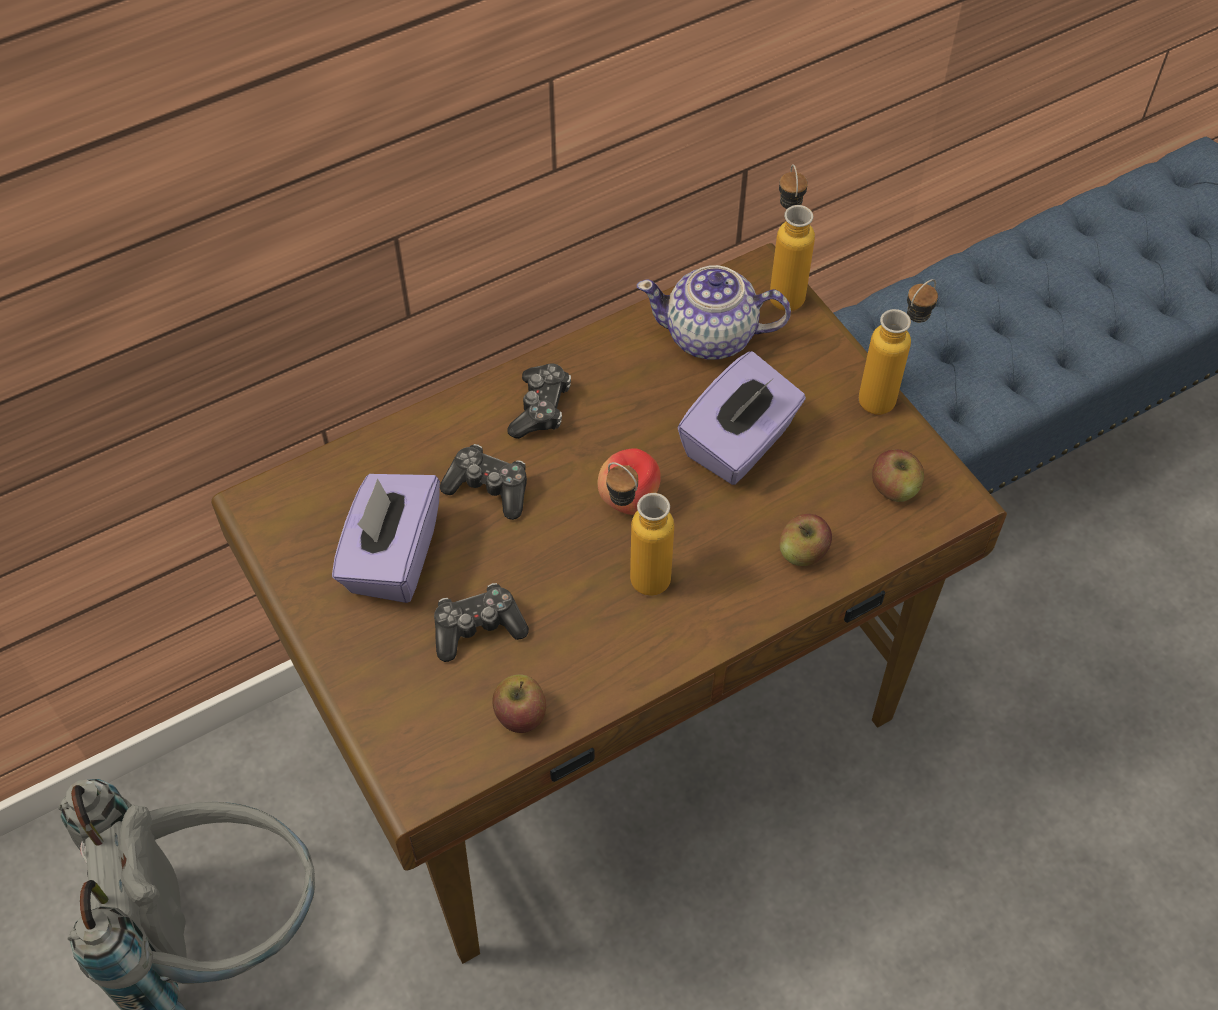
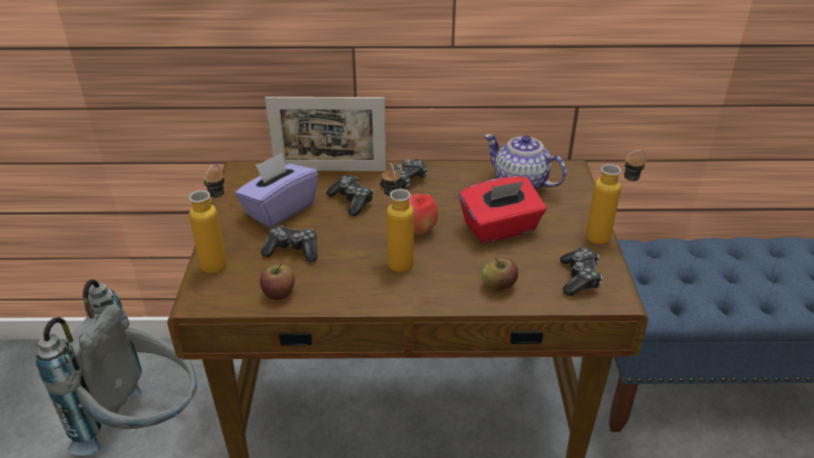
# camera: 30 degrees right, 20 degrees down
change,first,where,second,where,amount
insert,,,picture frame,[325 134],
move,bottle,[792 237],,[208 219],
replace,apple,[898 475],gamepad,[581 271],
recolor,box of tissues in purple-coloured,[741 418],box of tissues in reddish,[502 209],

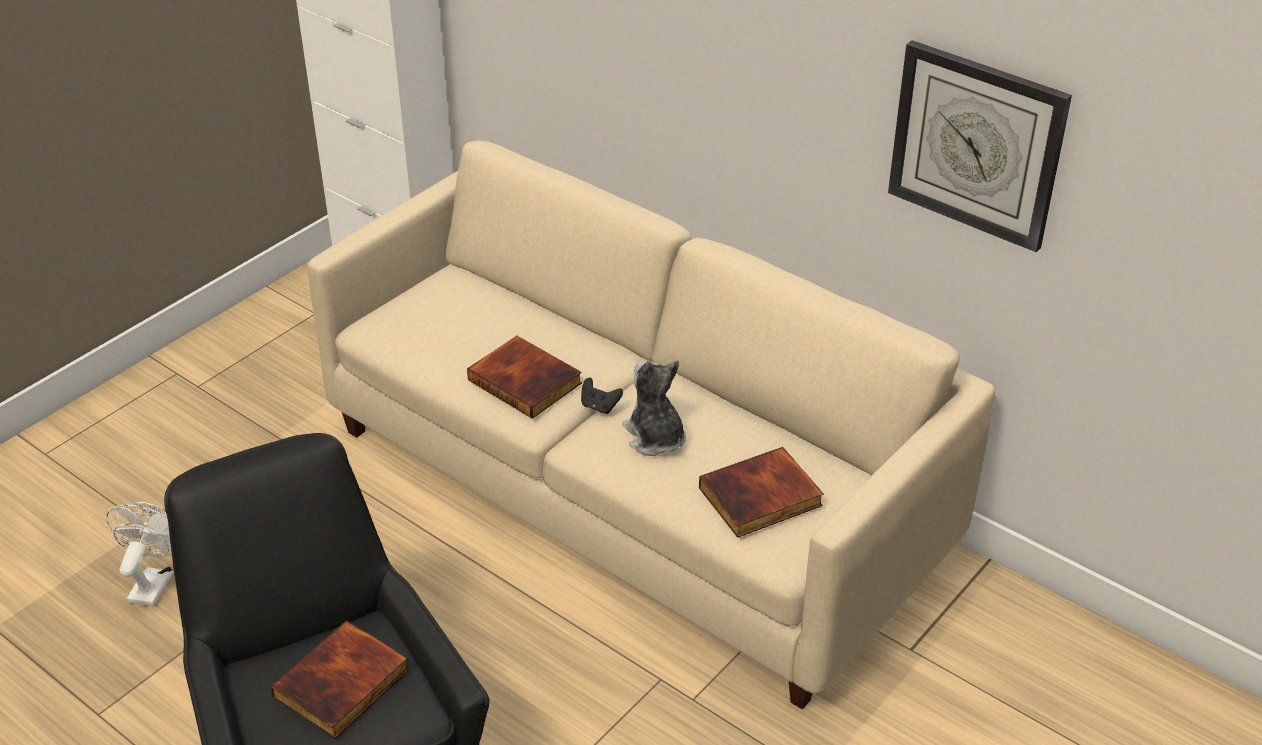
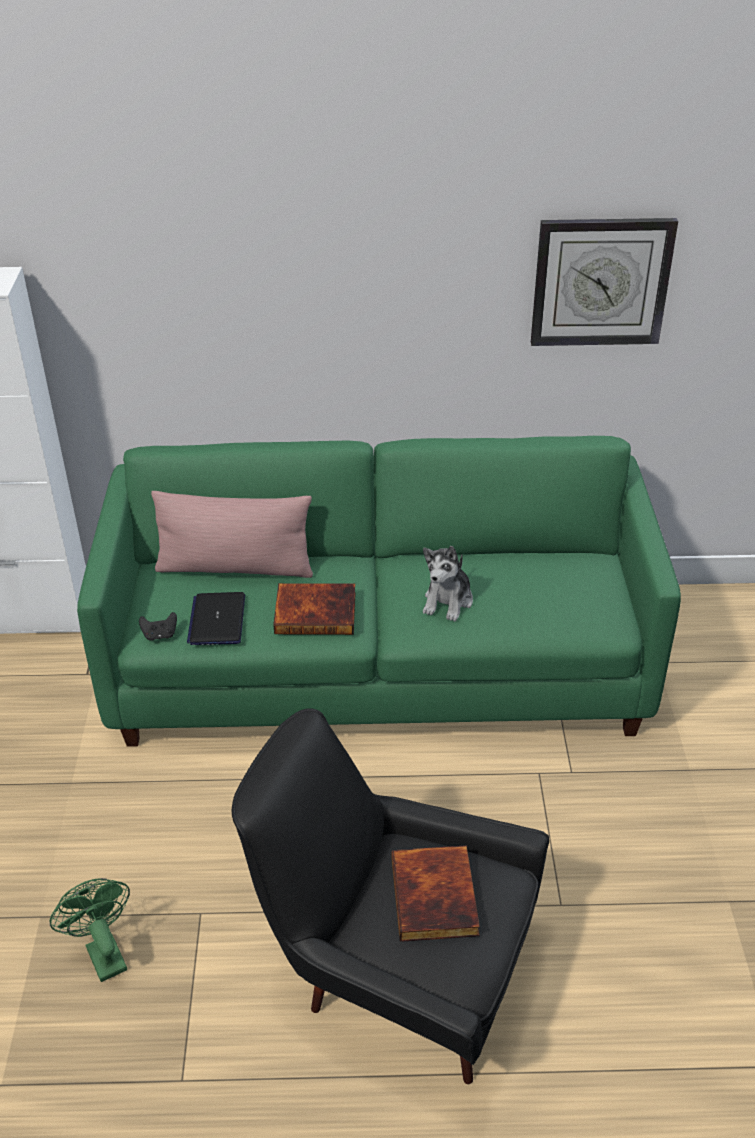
# camera: 40 degrees left, 0 degrees up
change,first,where,second,where,amount
delete,volume,[761 492],,,
insert,,,throw pillow in pinkish,[232 534],
insert,,,laptop,[216 618],
move,gamepad in black,[602 395],,[158 626],
recolor,fan in whitish,[139 554],fan in green-coloured,[90 930],
recolor,settee in sand-coloured,[651 425],settee in green-coloured,[379 591],
rotate,plush toy,[654 408],,[448 584],90 degrees counterclockwise

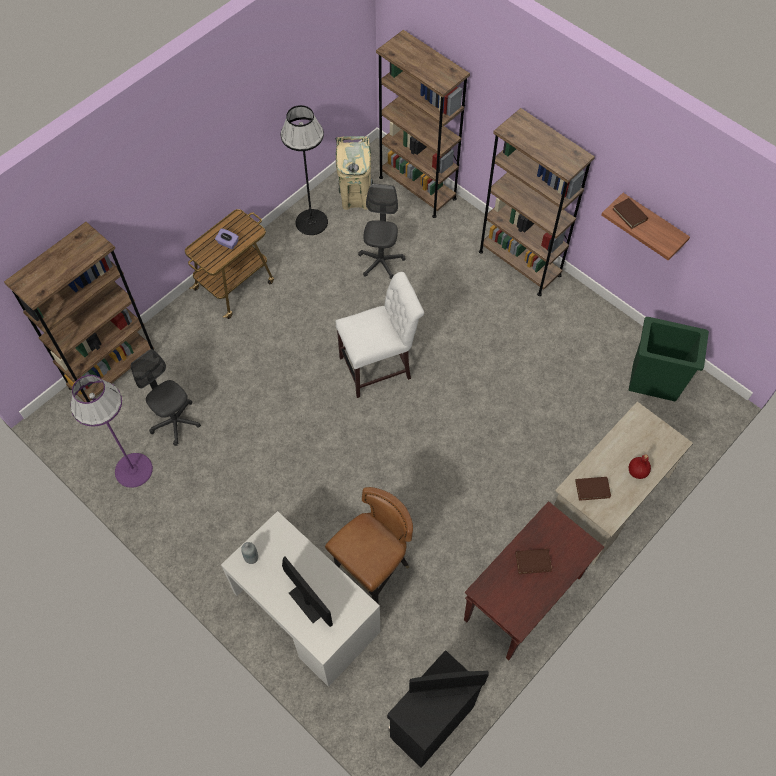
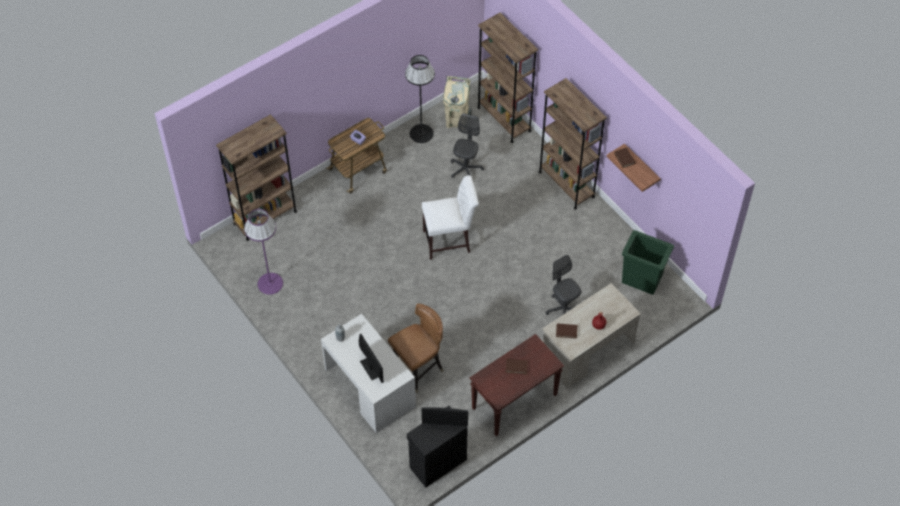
# camera: 10 degrees right, 5 degrees down
change,first,where,second,where,amount
move,desk chair in gray,[166 397],,[563 285],

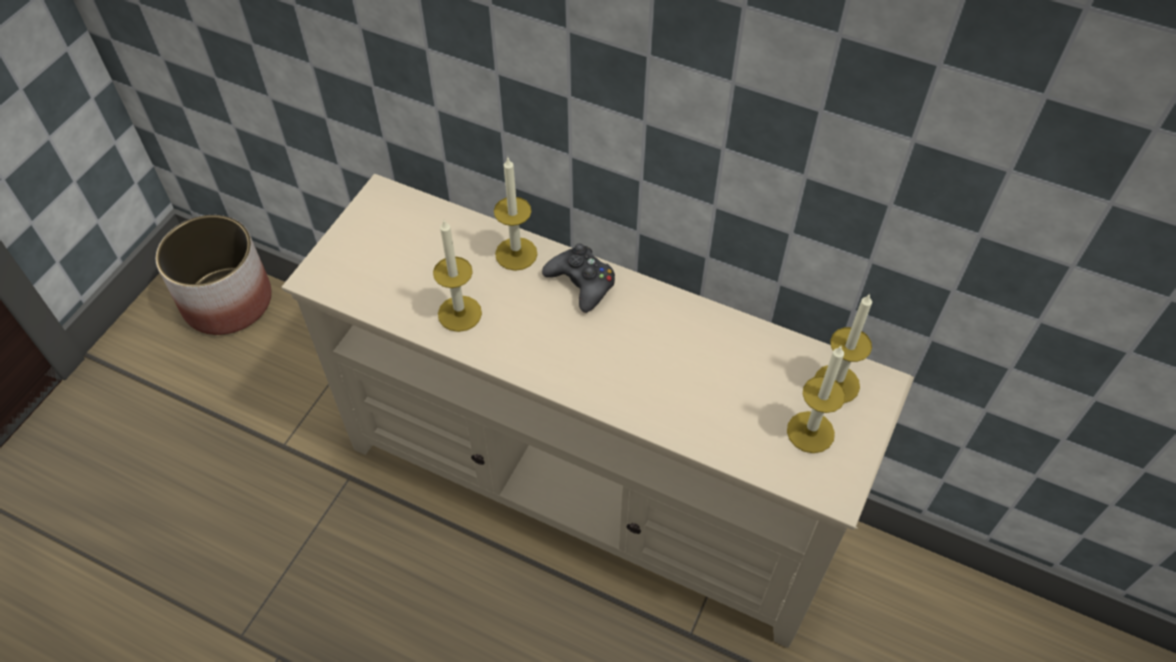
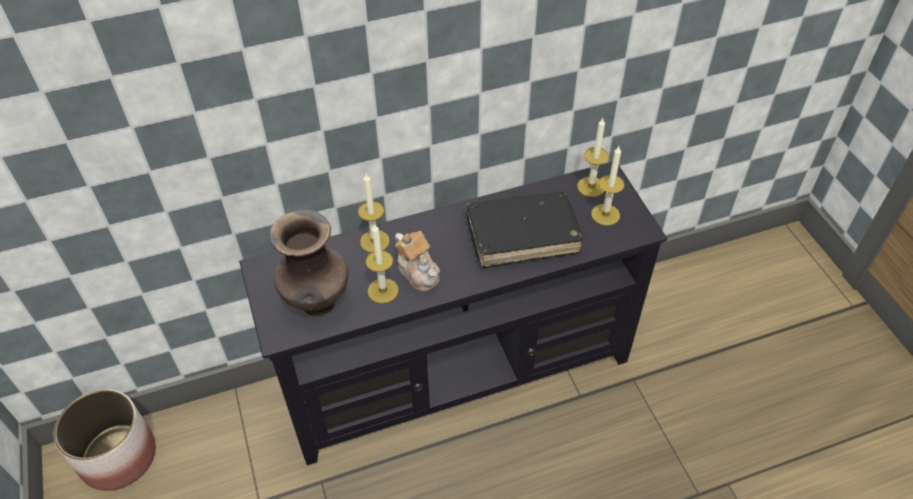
# camera: 45 degrees left, 5 degrees down
change,first,where,second,where,amount
delete,gamepad in black,[578 278],,,
insert,,,decorative vase in brownish,[308 263],
insert,,,tea pot,[417 261],
insert,,,volume in black,[524 230],
recolor,tv stand in sand-coloured,[598 411],tv stand in black,[453 313],

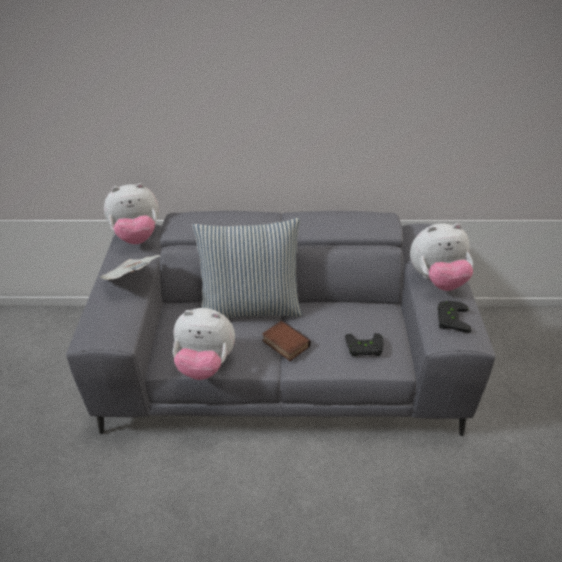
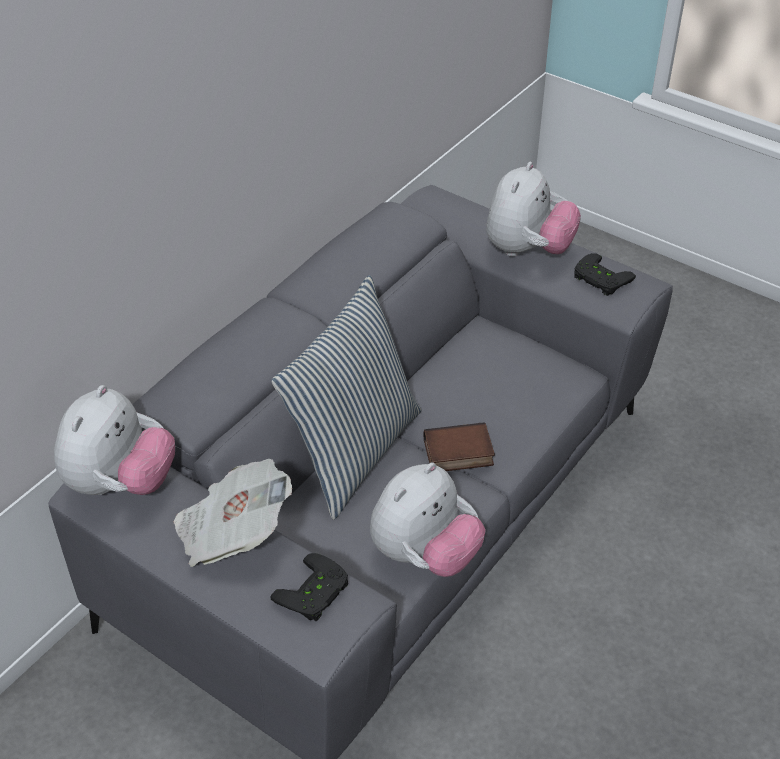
# camera: 55 degrees left, 5 degrees up
change,first,where,second,where,amount
move,gamepad in black,[364 345],,[309 587],

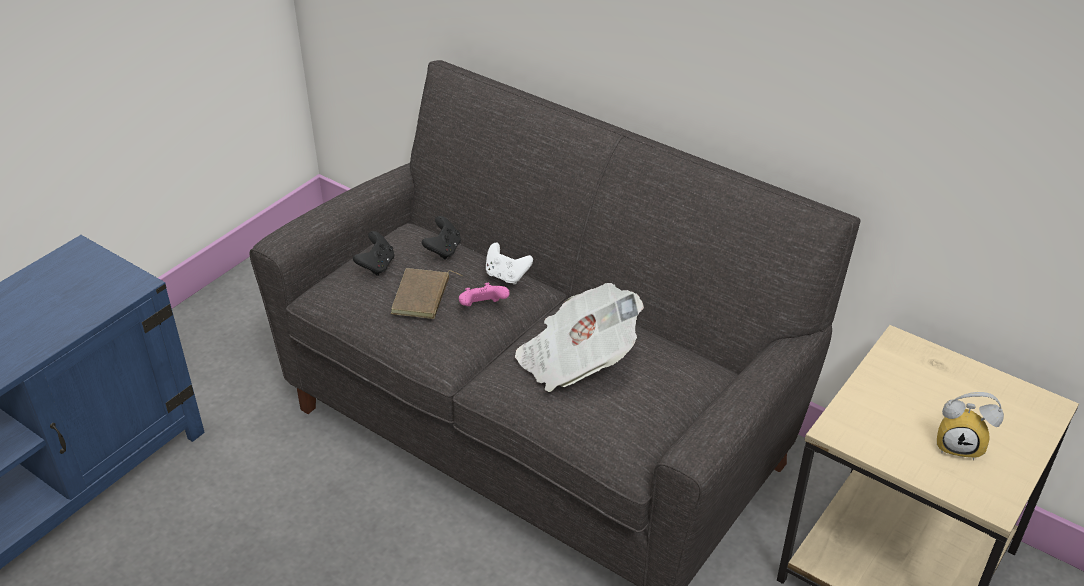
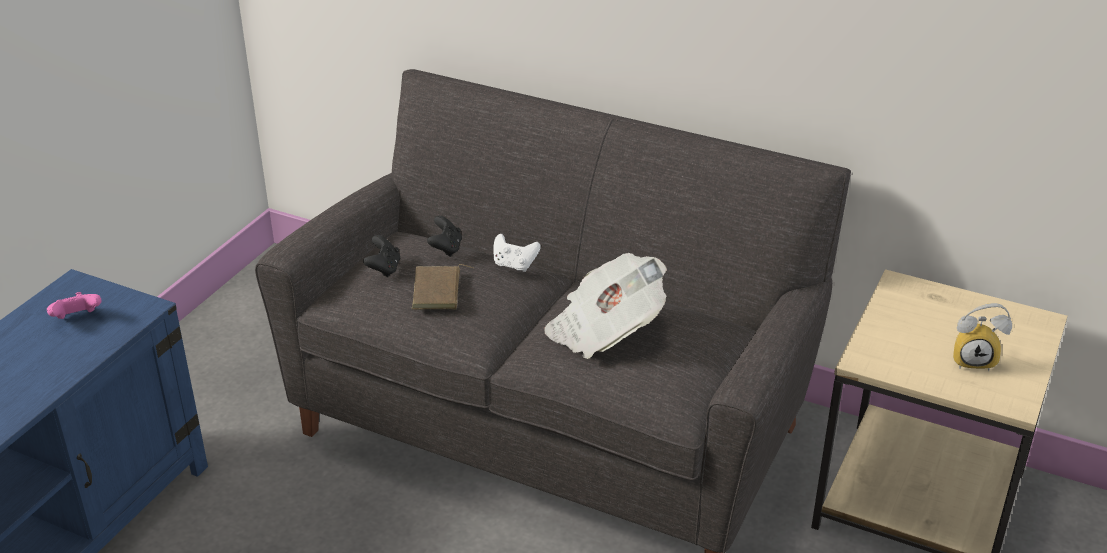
# camera: 10 degrees left, 5 degrees down
change,first,where,second,where,amount
move,gamepad in pinkish,[484 294],,[74 305],

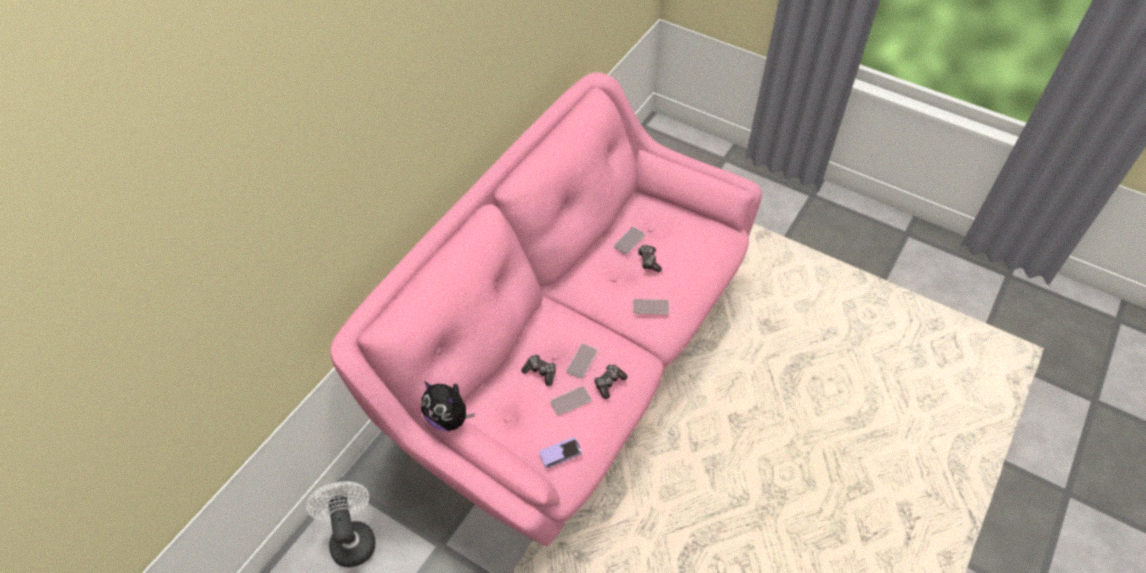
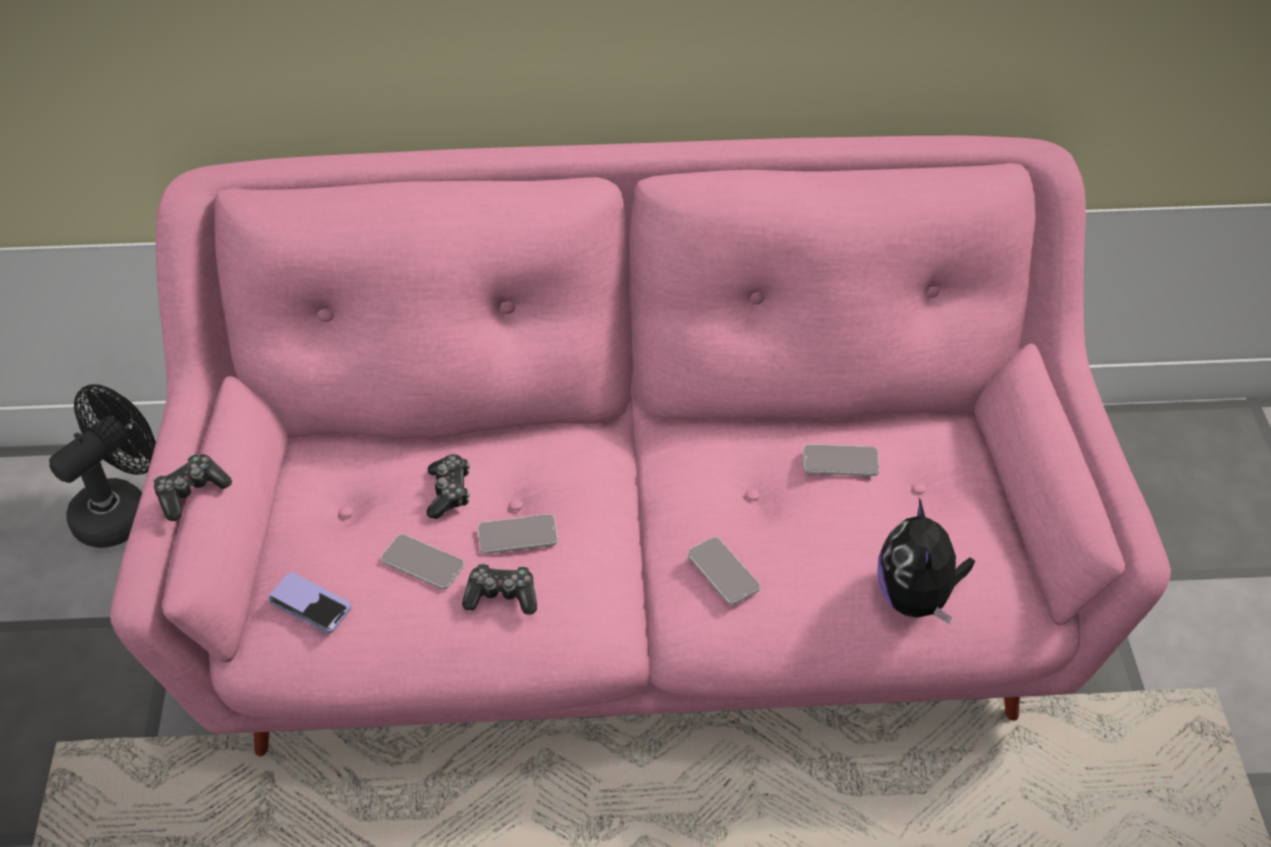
# camera: 55 degrees right, 5 degrees down
change,first,where,second,where,amount
move,plush toy,[448 406],,[926 561],
move,gamepad,[650 258],,[193 487],
recolor,fan in whitish,[341 524],fan in black,[102 466],

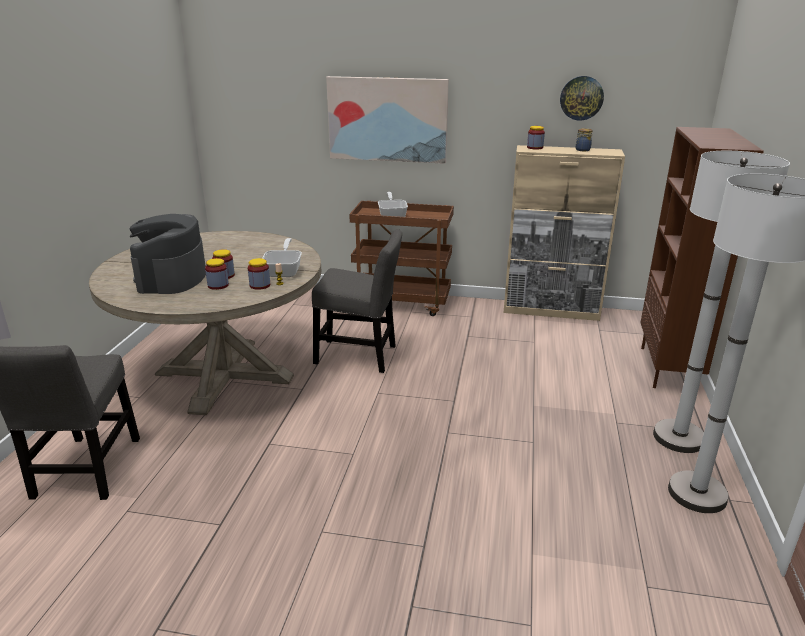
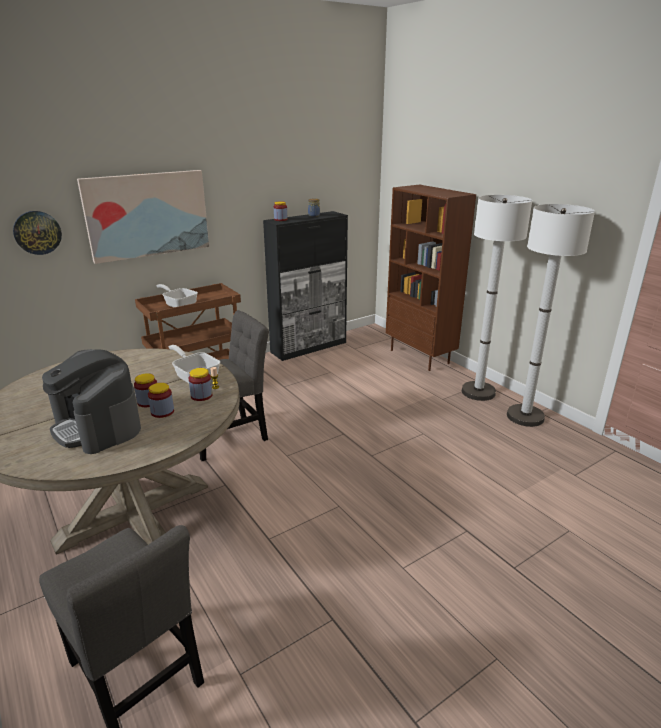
# camera: 45 degrees left, 0 degrees up
change,first,where,second,where,amount
move,wall clock,[582 98],,[37 233],
recolor,cupboard in sand-coloured,[564 233],cupboard in black,[305 286],

